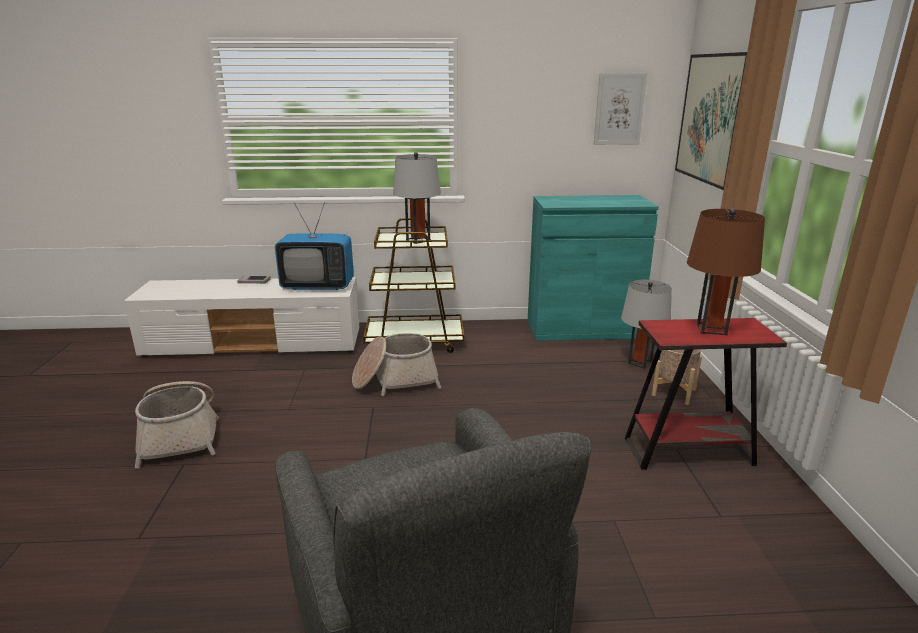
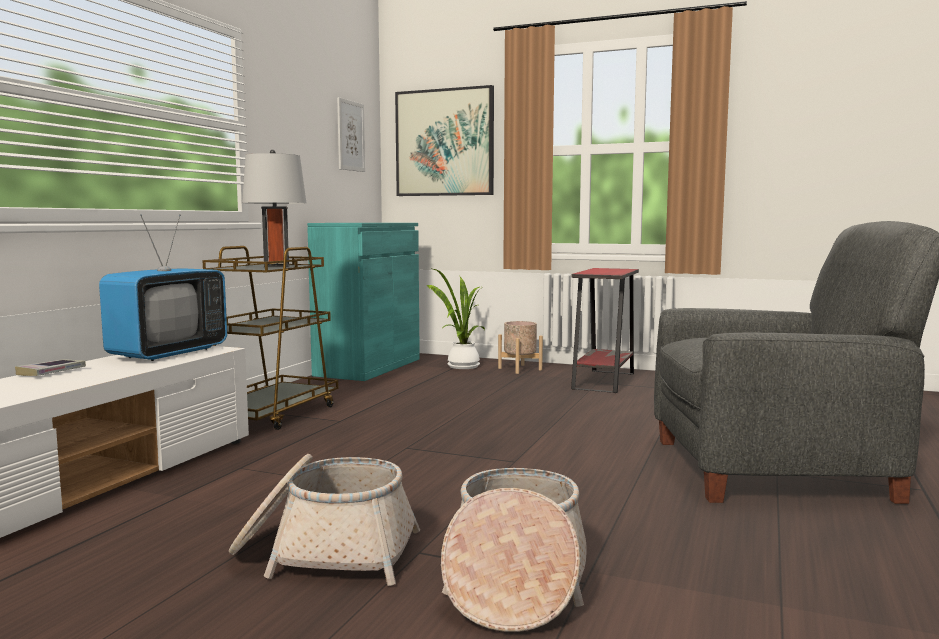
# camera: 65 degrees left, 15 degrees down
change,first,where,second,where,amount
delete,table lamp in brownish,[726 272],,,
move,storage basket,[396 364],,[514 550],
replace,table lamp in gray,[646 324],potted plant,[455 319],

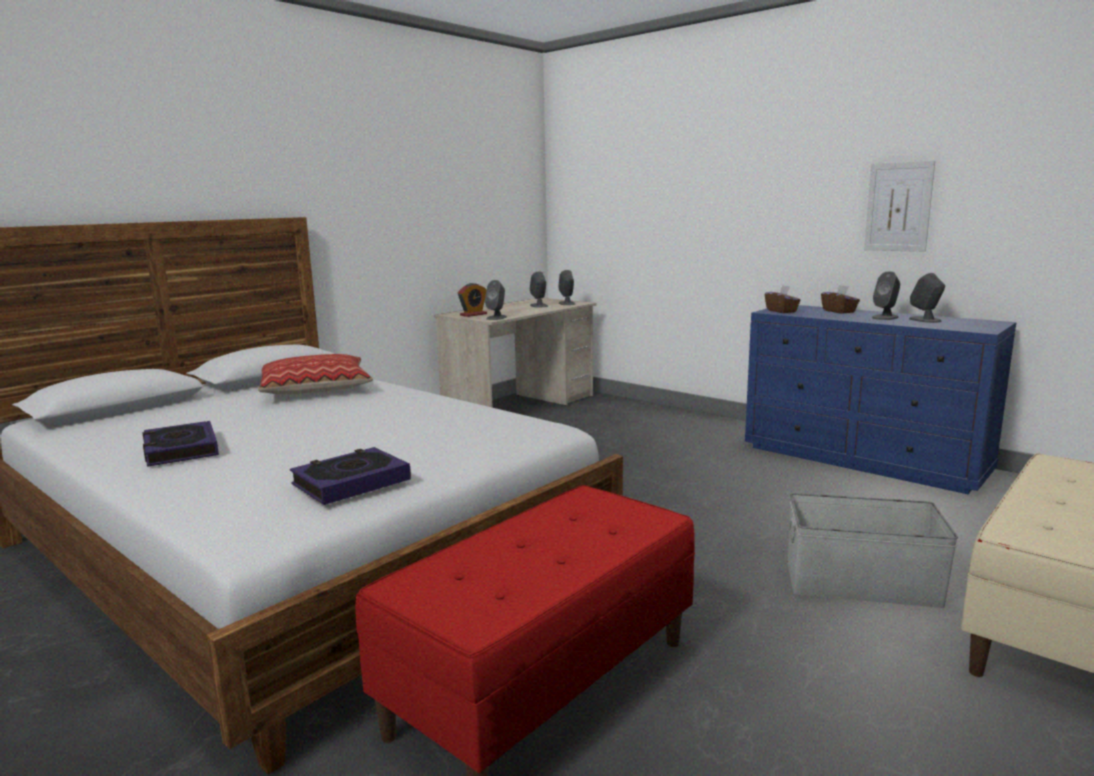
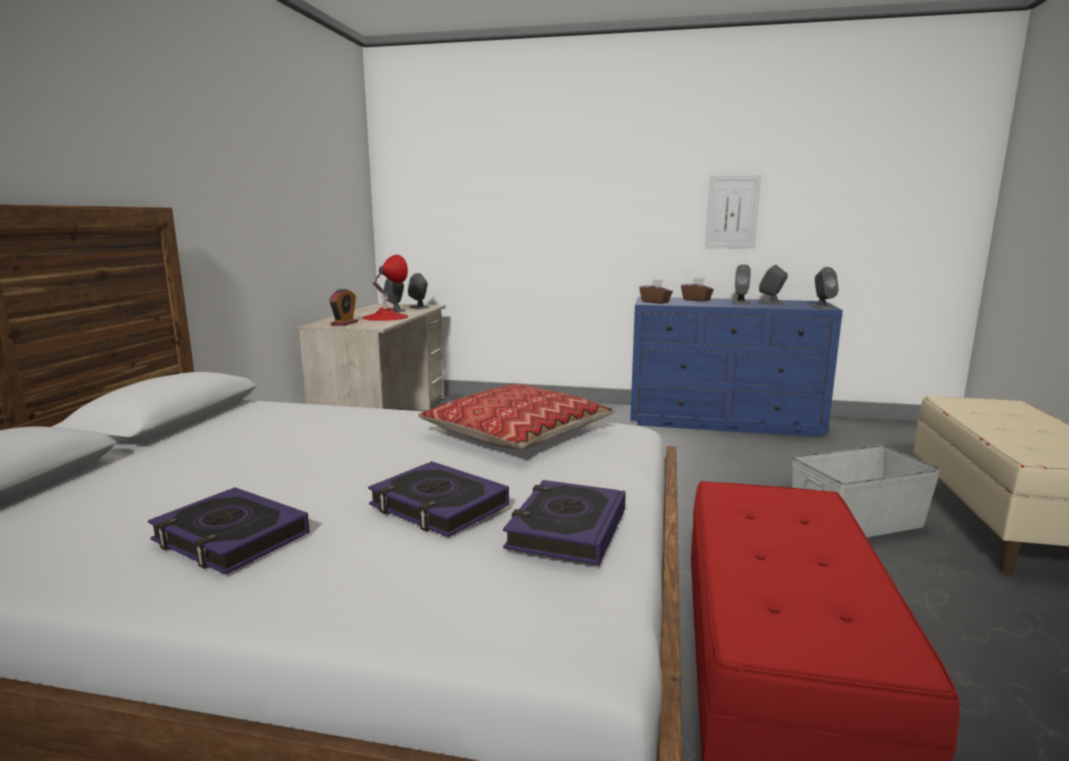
# camera: 30 degrees left, 0 degrees up
change,first,where,second,where,amount
insert,,,table lamp in reddish,[386 288],
insert,,,volume,[438 499],
move,throw pillow,[315 374],,[516 416],
move,speaker in gray,[496 300],,[825 288],

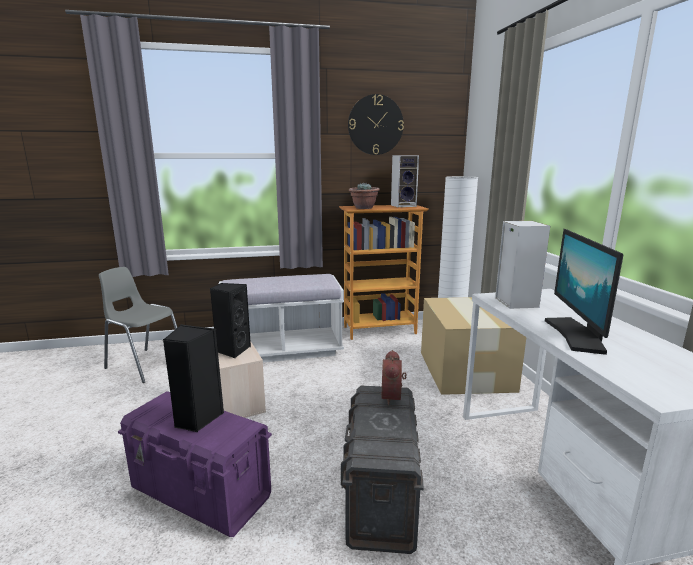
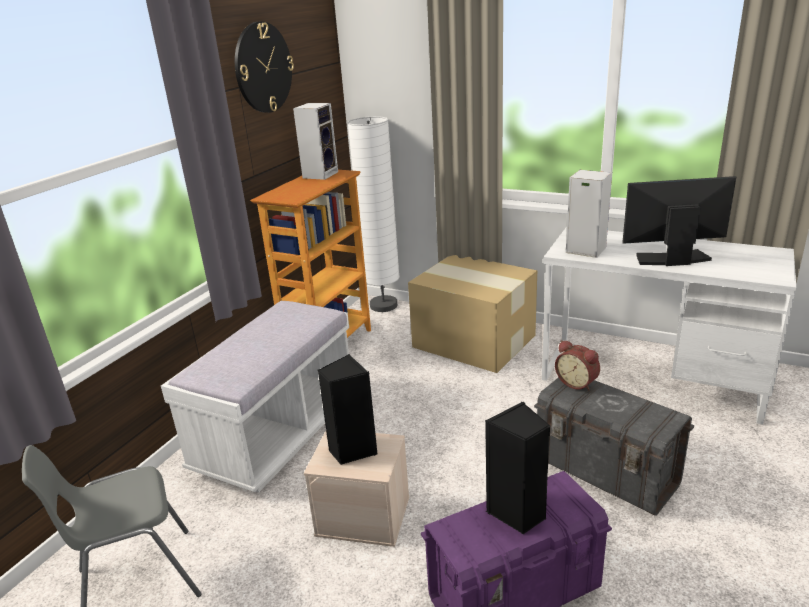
# camera: 50 degrees left, 10 degrees up
change,first,where,second,where,amount
delete,potted plant,[364 196],,,
rotate,computer display,[584 292],,[679 221],135 degrees clockwise

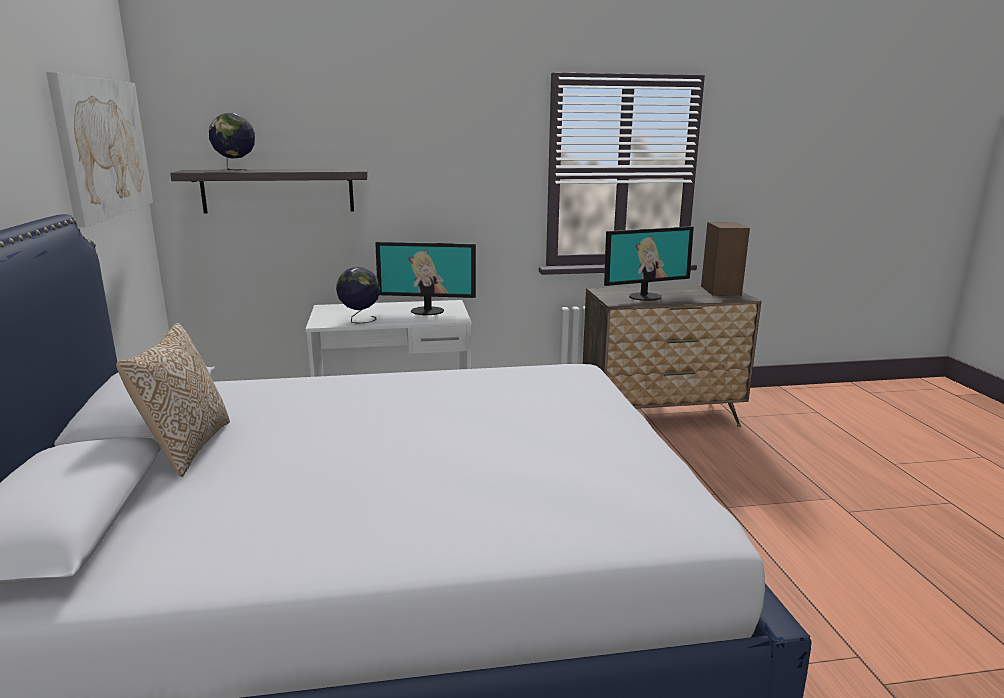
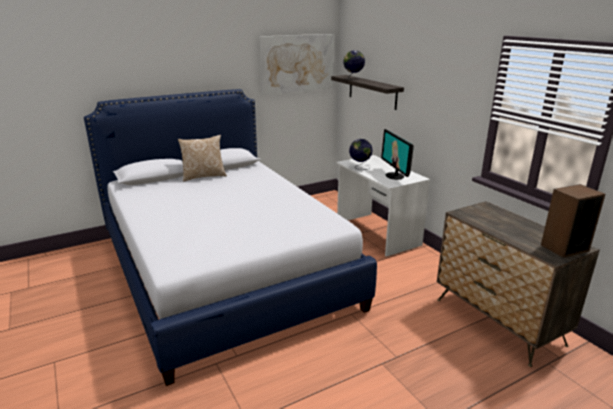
# camera: 70 degrees right, 5 degrees up
change,first,where,second,where,amount
delete,computer display,[649 263],,,

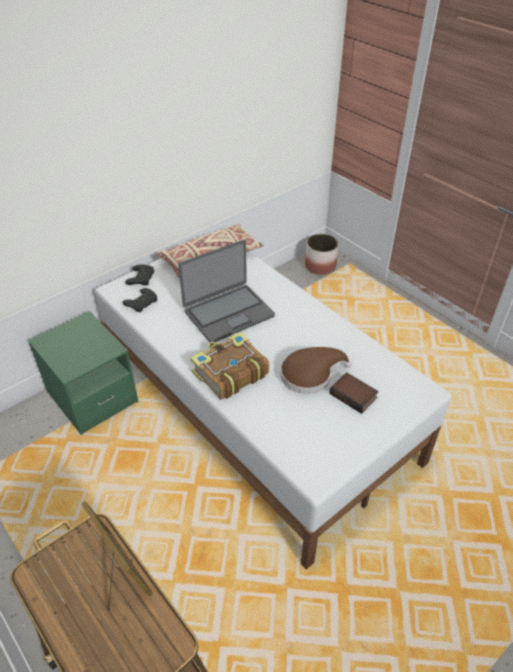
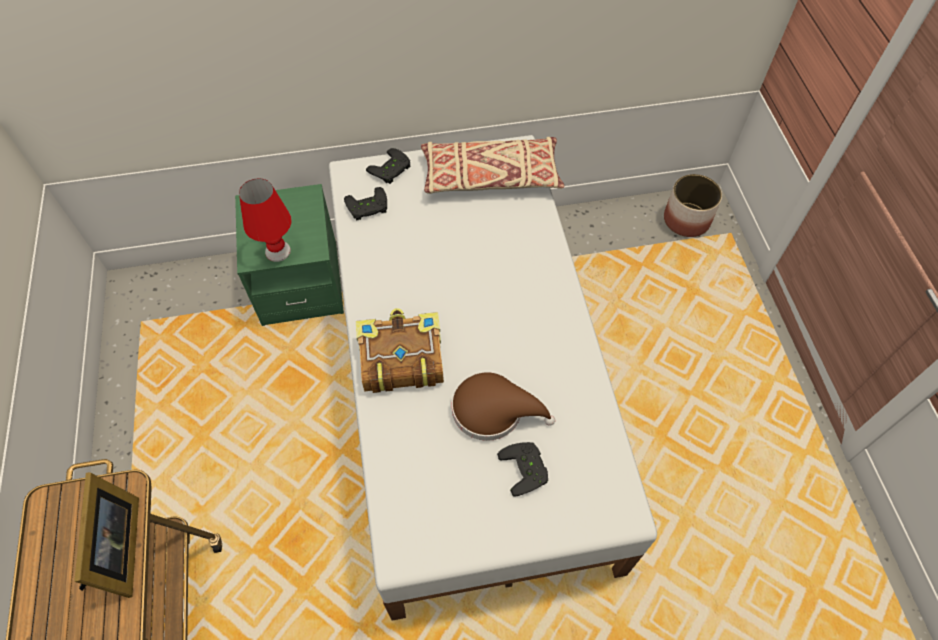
# camera: 30 degrees right, 15 degrees up
change,first,where,second,where,amount
delete,laptop,[226 291],,,
insert,,,table lamp in reddish,[265 220],
replace,volume,[354 393],gamepad in black,[522 469],

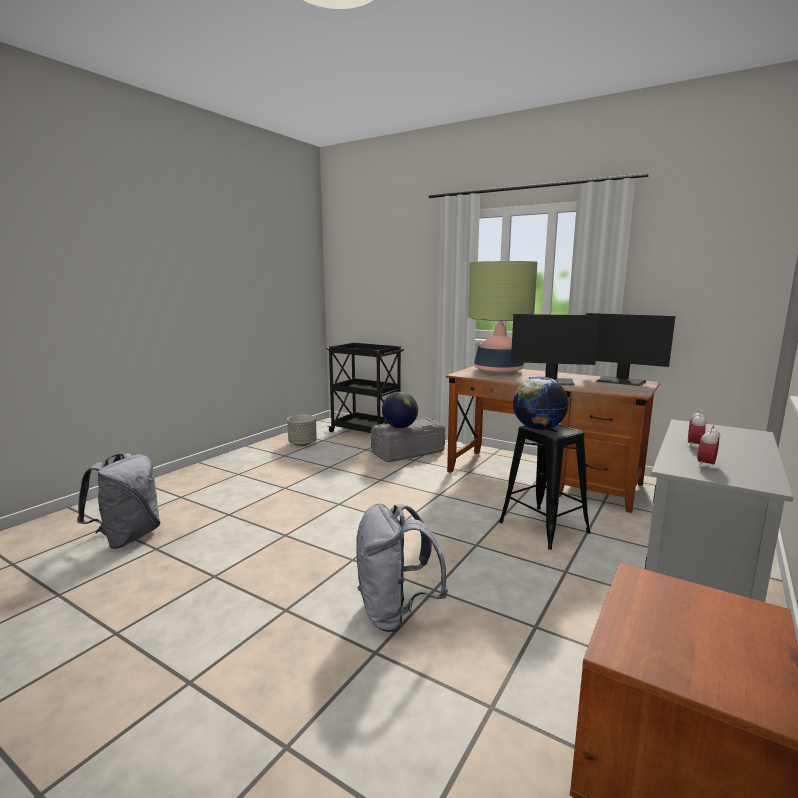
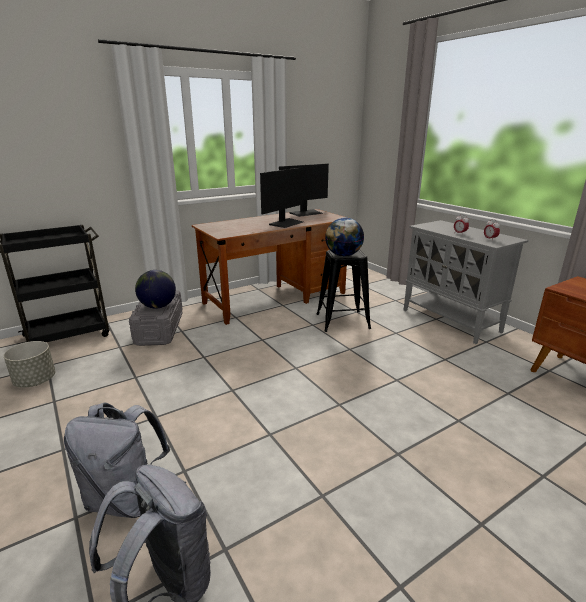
# camera: 65 degrees left, 10 degrees up
change,first,where,second,where,amount
delete,table lamp,[503 317],,,
move,backpack in gray,[402 568],,[117 460],

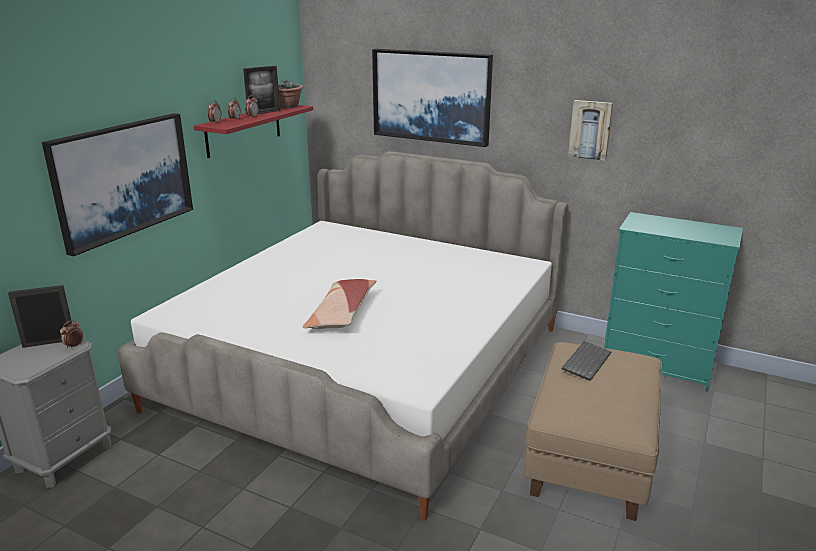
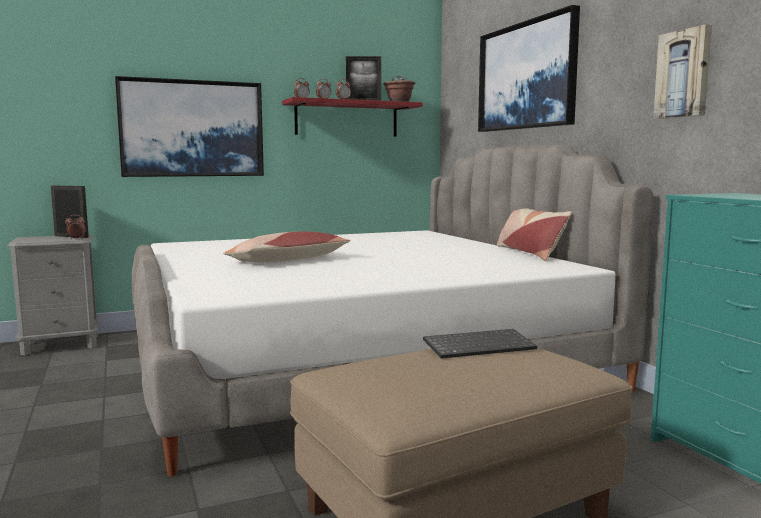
# camera: 40 degrees right, 15 degrees down
change,first,where,second,where,amount
insert,,,throw pillow,[534 234],

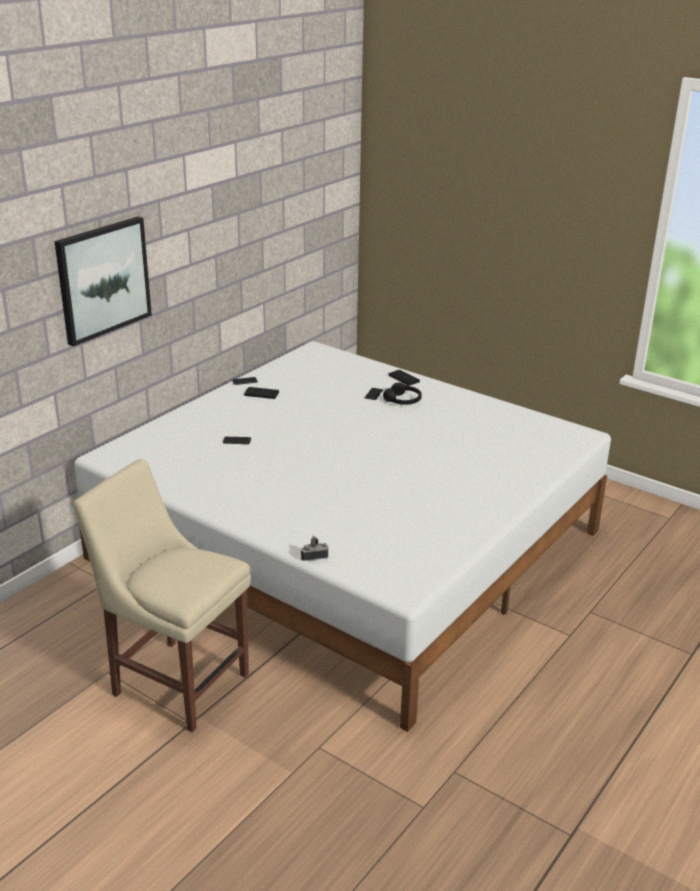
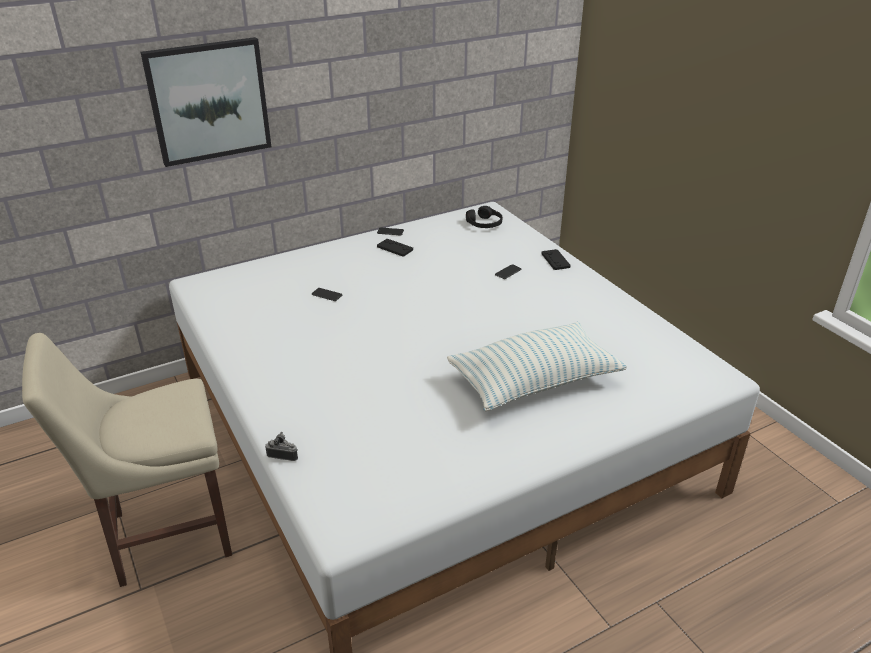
# camera: 25 degrees right, 5 degrees up
change,first,where,second,where,amount
insert,,,throw pillow,[537 367],
move,headset in black,[402 394],,[484 217],
rotate,plain chair in sand-coloured,[162 595],,[127 460],75 degrees counterclockwise

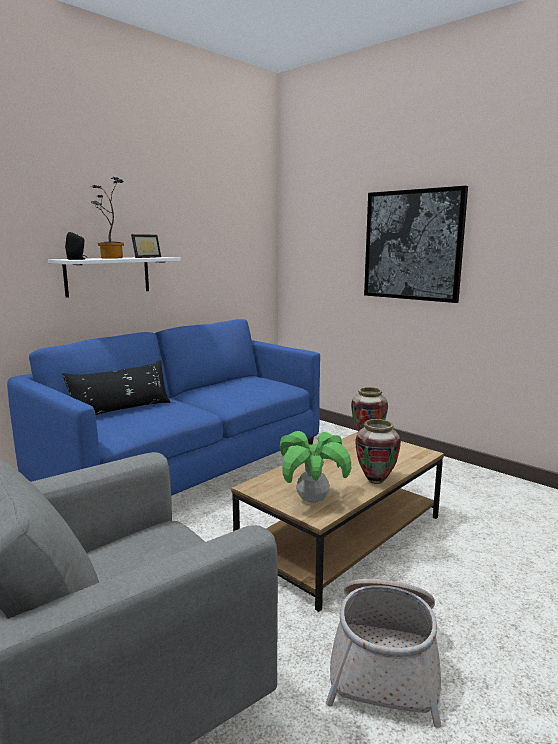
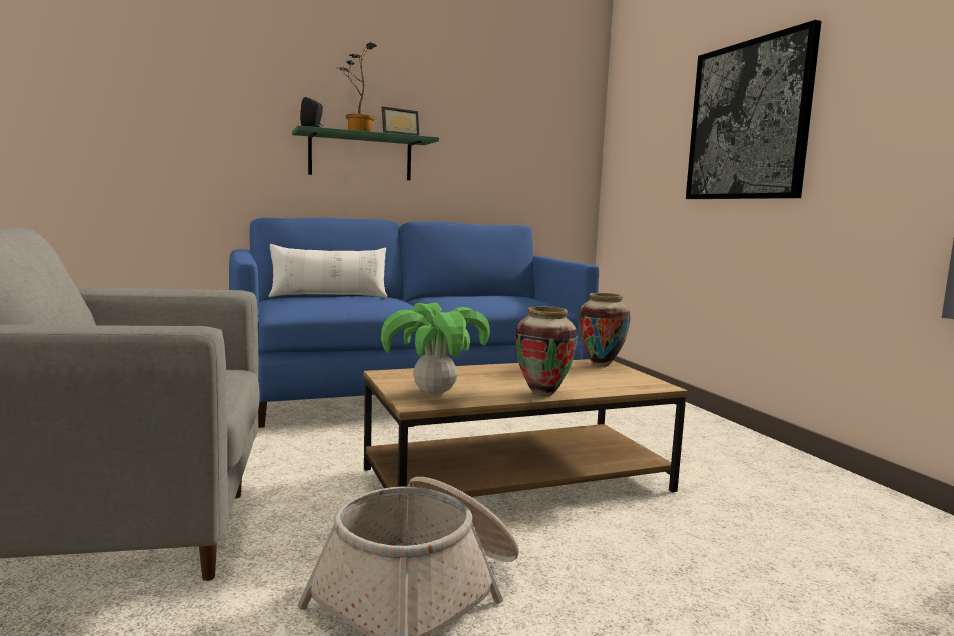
# camera: 25 degrees right, 5 degrees down
change,first,where,second,where,amount
recolor,shelf in whitish,[114 277],shelf in green-coloured,[365 153],
recolor,throw pillow in black,[116 387],throw pillow in whitish,[328 271],

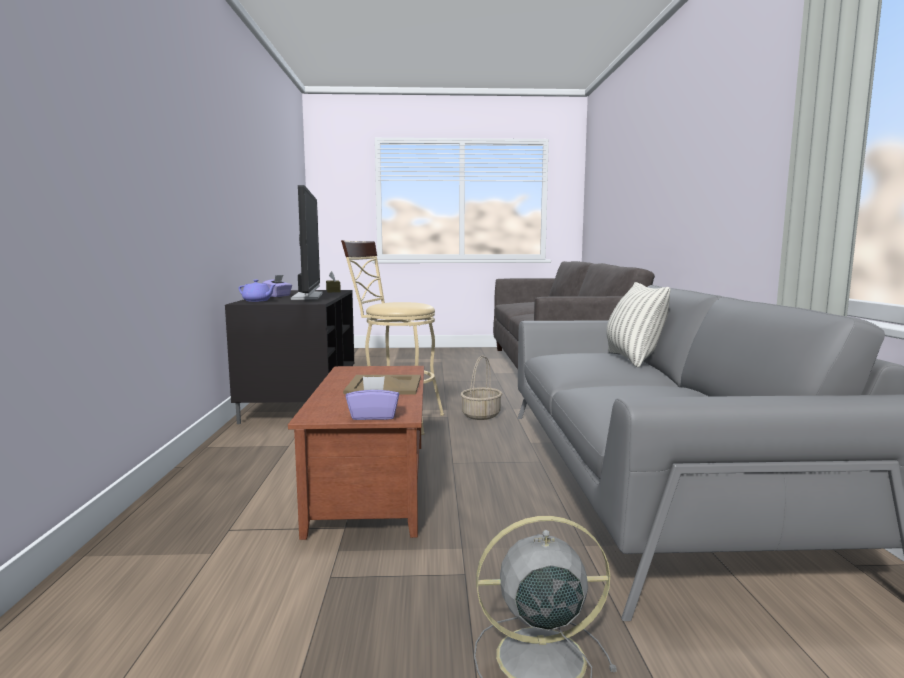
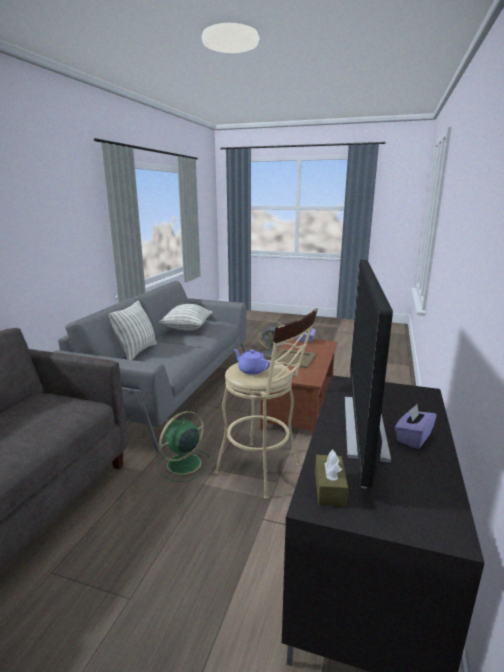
# camera: 160 degrees left, 10 degrees up
change,first,where,second,where,amount
insert,,,throw pillow,[185 317],
move,tea pot in purple-coloured,[257 291],,[251 362],
replace,storage basket,[481 387],fan in green-coloured,[184 446],

